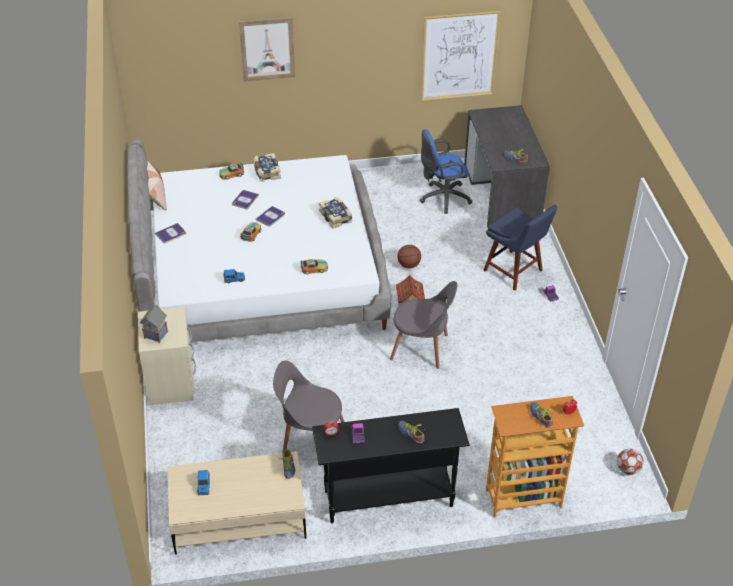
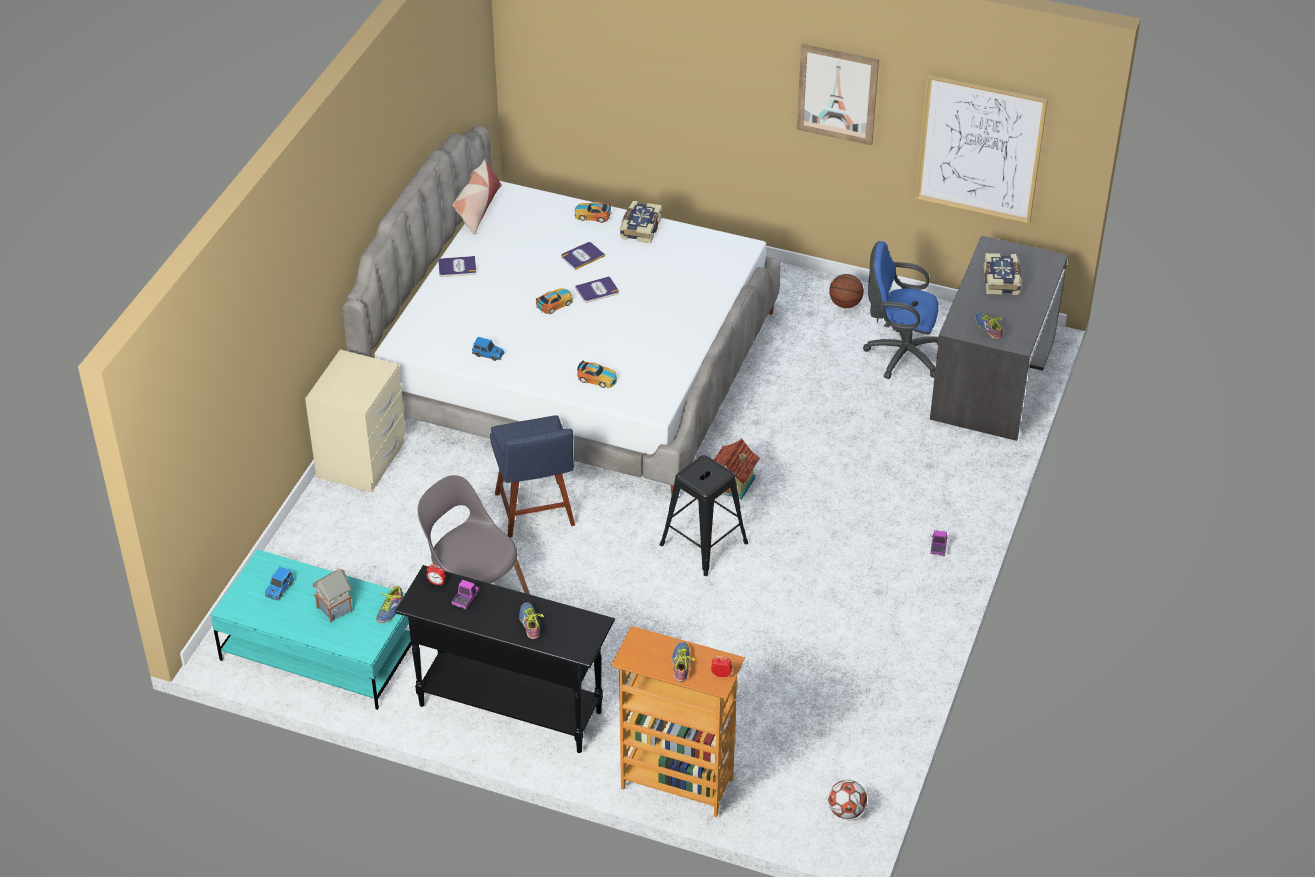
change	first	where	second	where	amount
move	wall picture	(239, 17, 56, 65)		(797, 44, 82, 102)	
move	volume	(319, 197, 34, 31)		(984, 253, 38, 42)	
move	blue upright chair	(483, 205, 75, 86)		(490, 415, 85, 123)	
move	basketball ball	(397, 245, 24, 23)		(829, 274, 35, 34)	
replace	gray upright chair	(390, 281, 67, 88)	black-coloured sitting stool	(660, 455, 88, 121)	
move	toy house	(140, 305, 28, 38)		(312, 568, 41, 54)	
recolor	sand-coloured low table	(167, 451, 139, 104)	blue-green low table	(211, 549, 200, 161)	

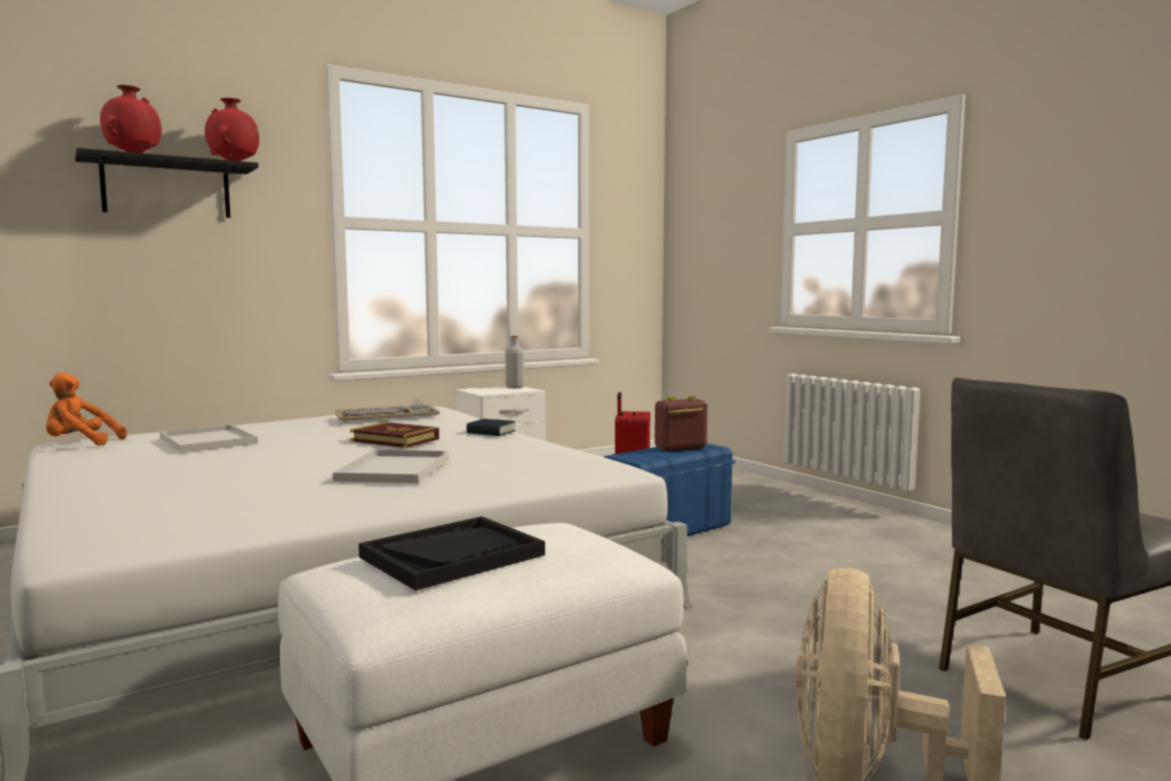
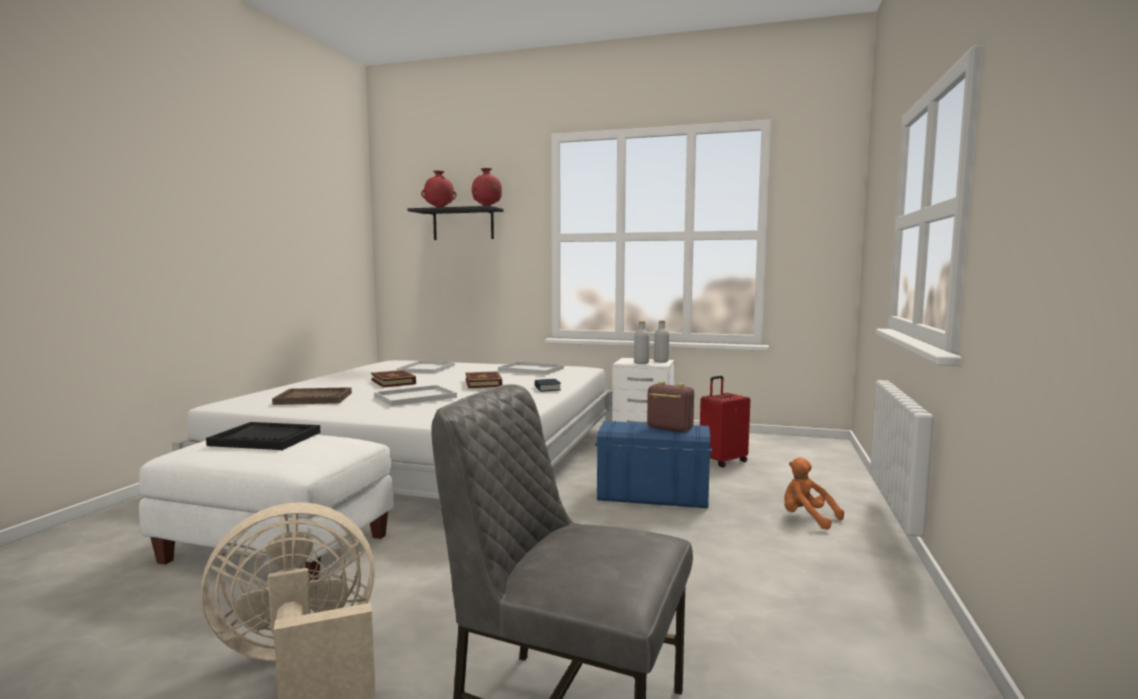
change	first	where	second	where	amount
move	orange-coloured cuddly toy	(46, 373, 81, 72)		(784, 457, 60, 73)	
replace	PC keyboard	(335, 404, 105, 17)	white-coloured serving tray	(498, 361, 66, 14)	
insert			gray drink bottle	(634, 321, 16, 43)	
insert			volume	(371, 370, 45, 17)	
insert			brown-coloured serving tray	(272, 387, 80, 18)	

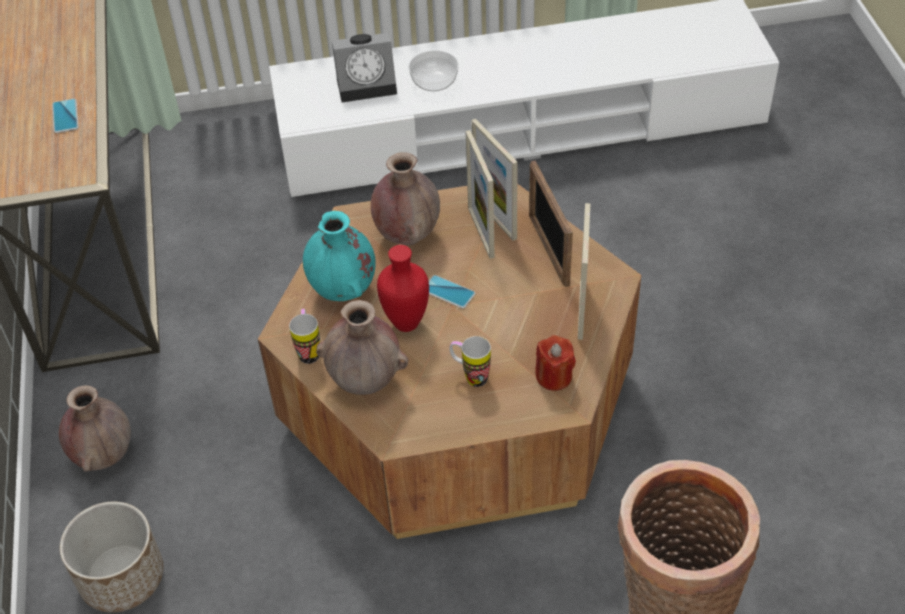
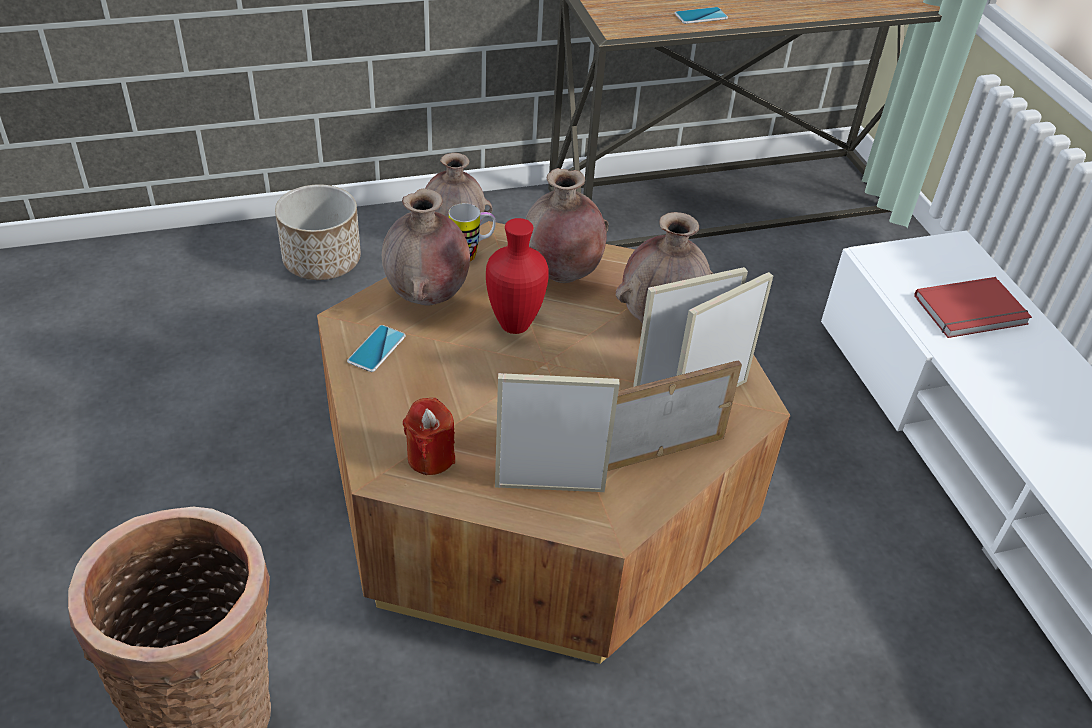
change	first	where	second	where	amount
replace	table clock	(332, 33, 65, 69)	red volume	(914, 277, 118, 61)	
delete	serving bowl	(409, 50, 50, 41)			
recolor	blue-green flower vase	(303, 211, 73, 90)	brown-coloured flower vase	(526, 168, 83, 115)	
move	phone	(429, 275, 47, 34)		(347, 325, 59, 47)	
delete	tea mug	(449, 336, 42, 51)			

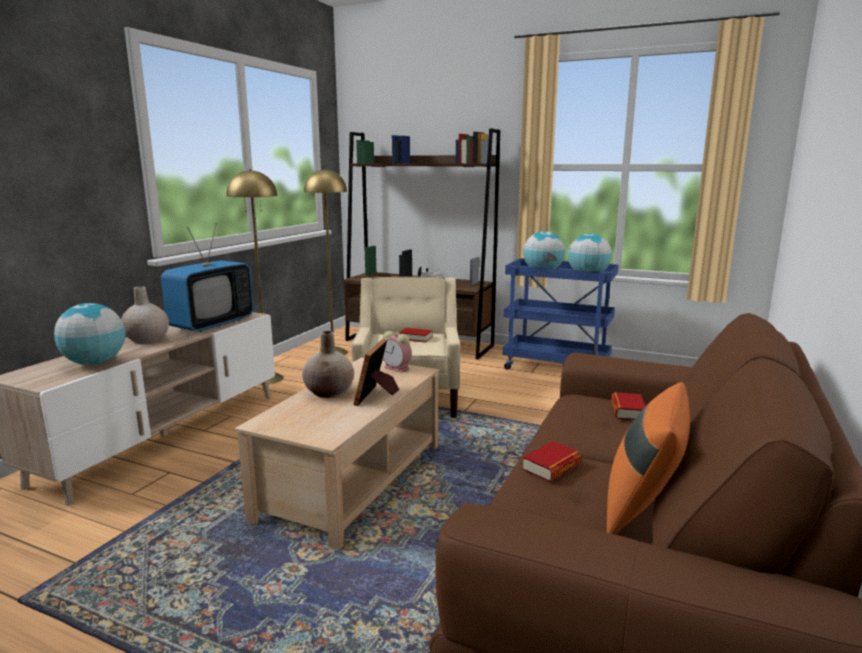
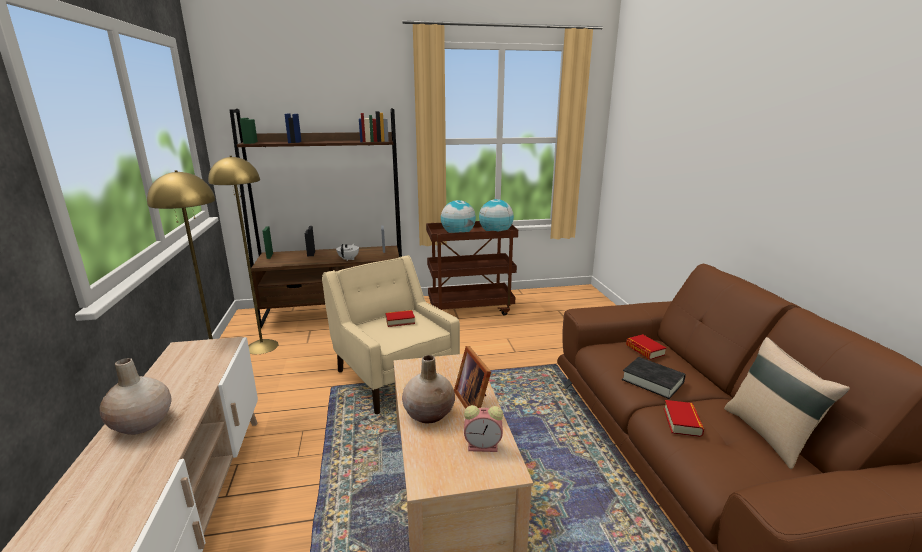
change	first	where	second	where	amount
delete	TV set	(161, 225, 93, 107)			
recolor	blue wheeled cart	(503, 258, 116, 112)	brown-coloured wheeled cart	(426, 221, 92, 95)	
delete	globe	(54, 303, 71, 62)			
move	table clock	(383, 331, 29, 42)		(464, 405, 39, 47)	
recolor	orange-coloured cushion	(607, 382, 83, 152)	sand-coloured cushion	(724, 337, 126, 132)	
insert			black-coloured volume	(622, 357, 64, 42)	

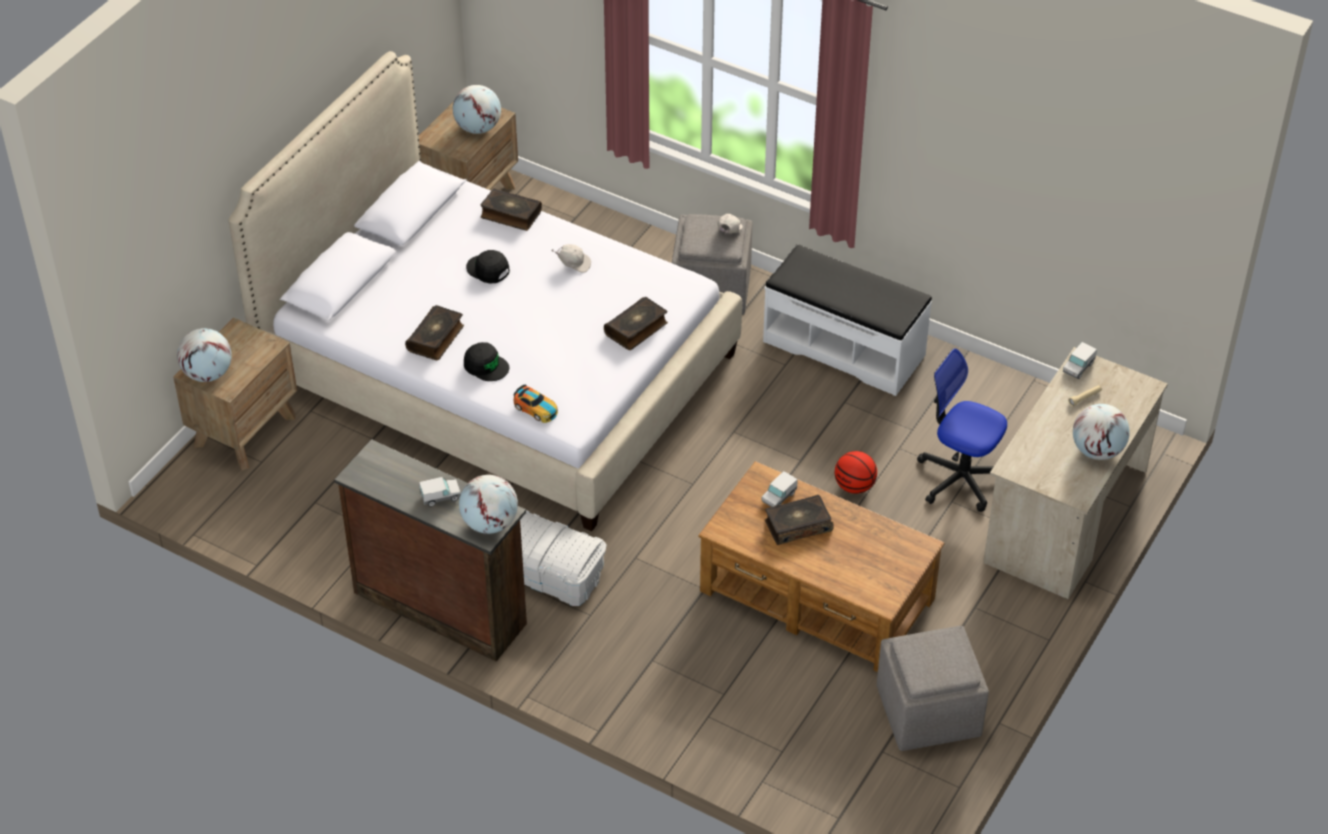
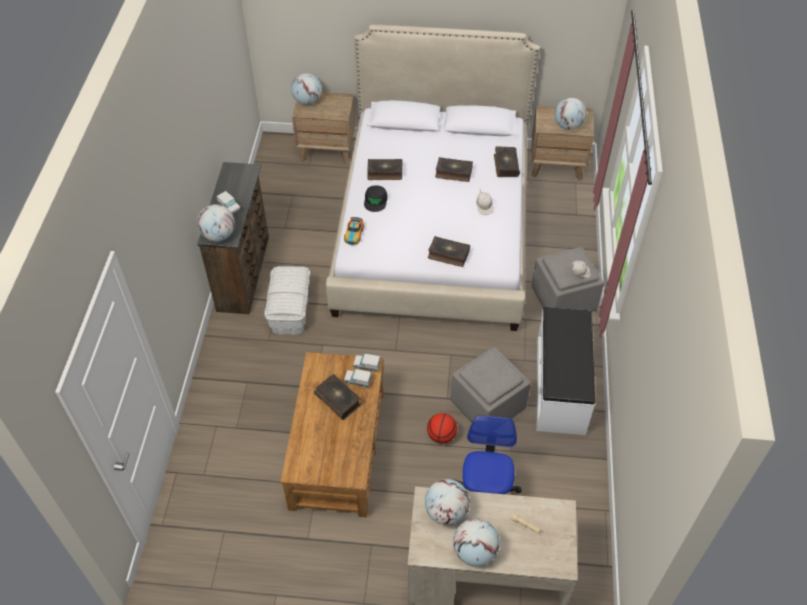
change	first	where	second	where	amount
replace	black-coloured cap	(466, 250, 44, 33)	volume	(435, 157, 38, 25)	
move	toy truck	(1063, 342, 34, 37)		(353, 354, 27, 19)	
move	gray footrest	(877, 626, 112, 125)		(450, 347, 81, 76)	
insert			globe	(425, 479, 45, 46)	

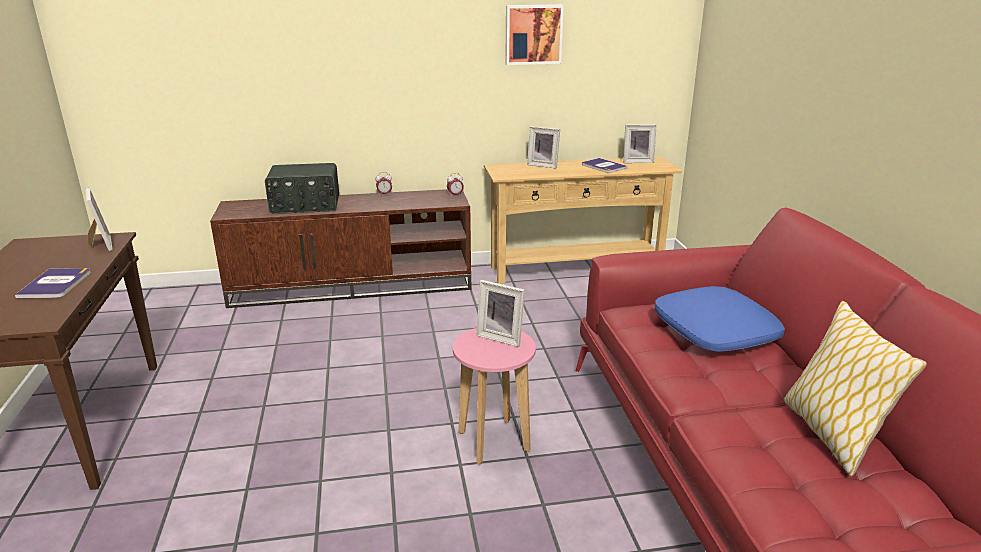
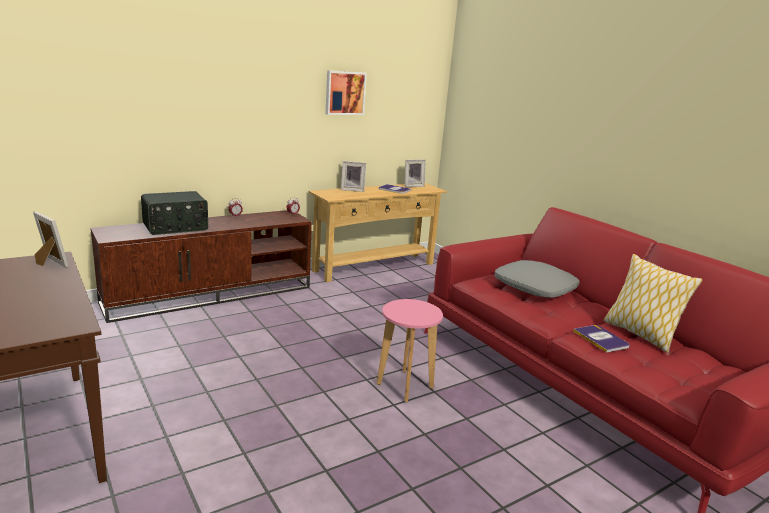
change	first	where	second	where	amount
move	volume	(15, 268, 76, 30)		(573, 325, 57, 28)	
delete	picture frame	(476, 280, 49, 67)			
recolor	blue cushion	(655, 286, 130, 66)	gray cushion	(495, 260, 85, 38)	

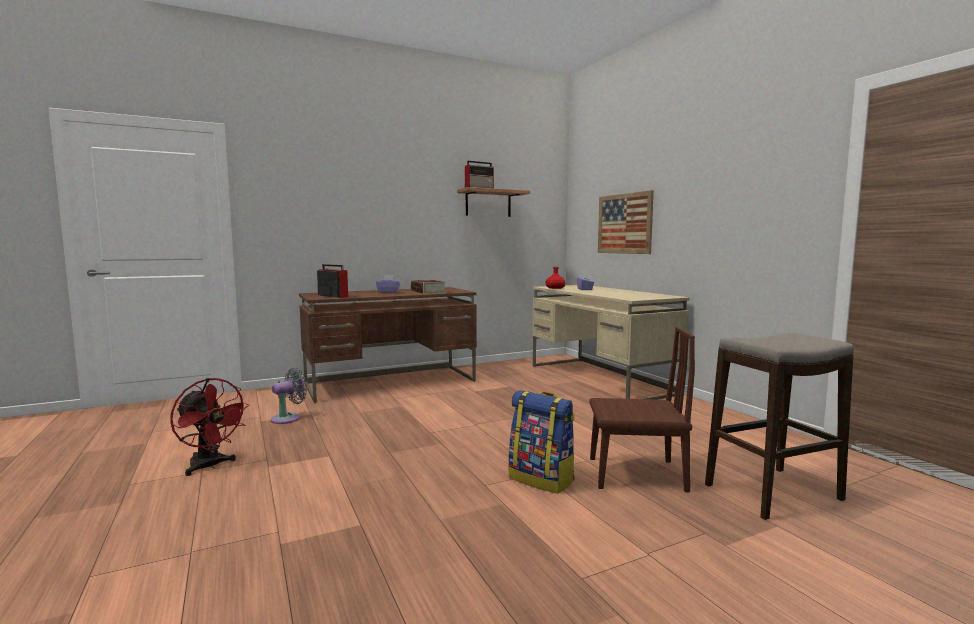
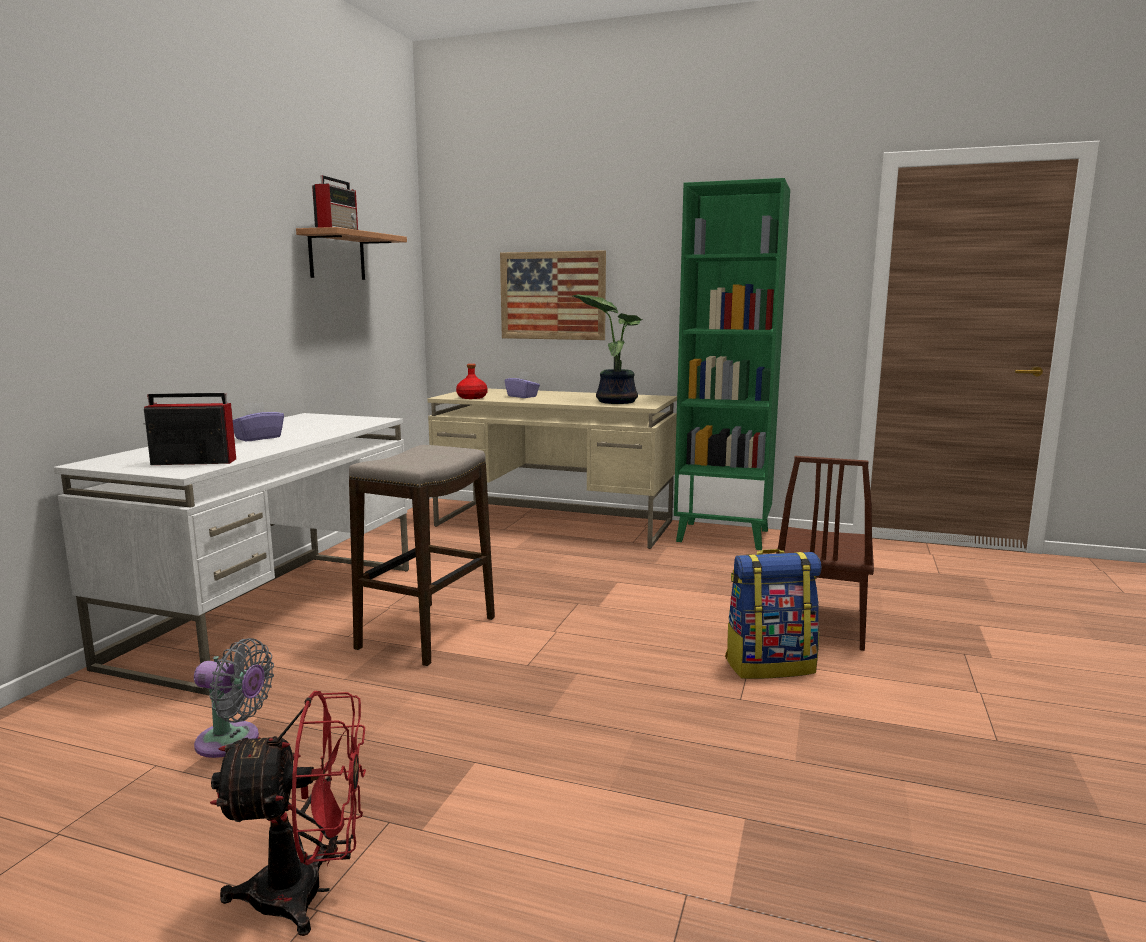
change	first	where	second	where	amount
delete	volume	(411, 280, 35, 14)			
recolor	brown-coloured desk	(299, 287, 178, 116)	white-coloured desk	(53, 413, 356, 282)	
rotate	brown-coloured upright chair	(590, 327, 105, 165)		(776, 456, 98, 195)	150 degrees clockwise
move	sitting stool	(705, 333, 149, 187)		(349, 445, 146, 221)	
rotate	gray cooling fan	(271, 368, 36, 56)		(194, 638, 80, 120)	105 degrees clockwise
insert			green bookcase	(674, 178, 116, 372)	
insert			houseplant	(573, 294, 69, 110)	

